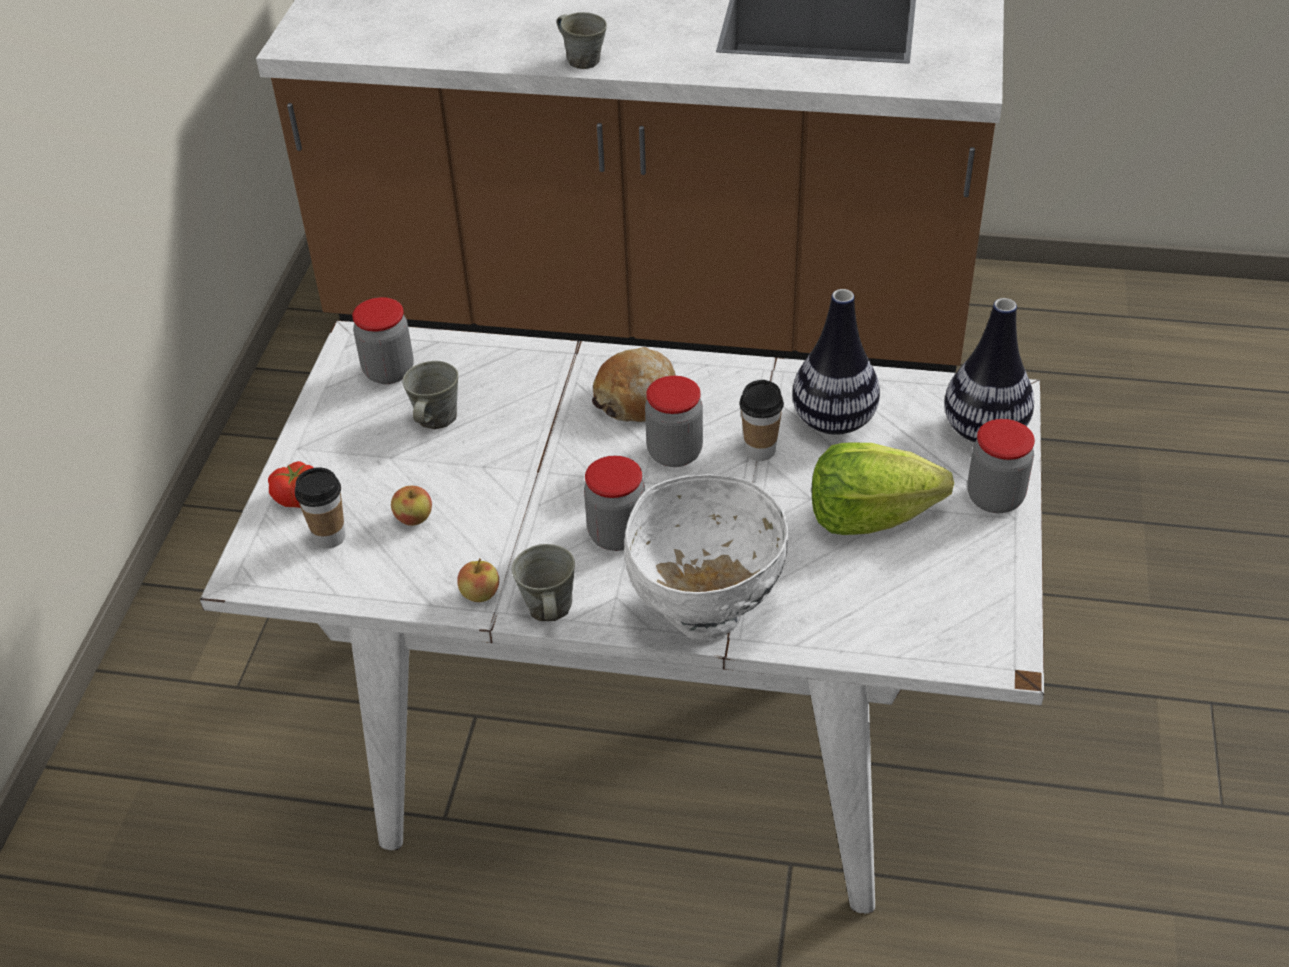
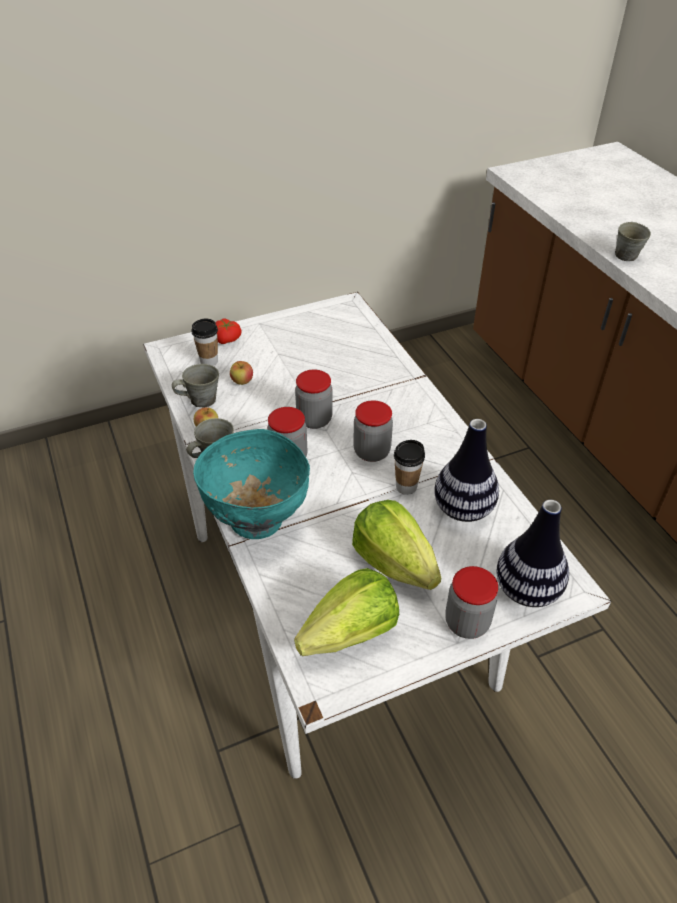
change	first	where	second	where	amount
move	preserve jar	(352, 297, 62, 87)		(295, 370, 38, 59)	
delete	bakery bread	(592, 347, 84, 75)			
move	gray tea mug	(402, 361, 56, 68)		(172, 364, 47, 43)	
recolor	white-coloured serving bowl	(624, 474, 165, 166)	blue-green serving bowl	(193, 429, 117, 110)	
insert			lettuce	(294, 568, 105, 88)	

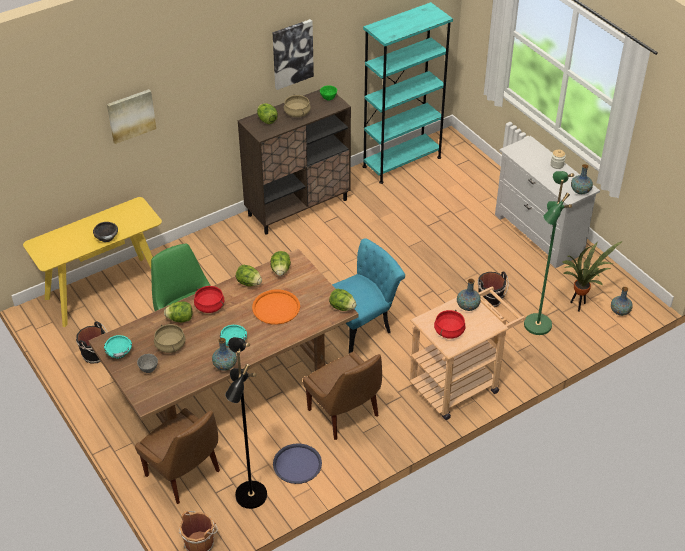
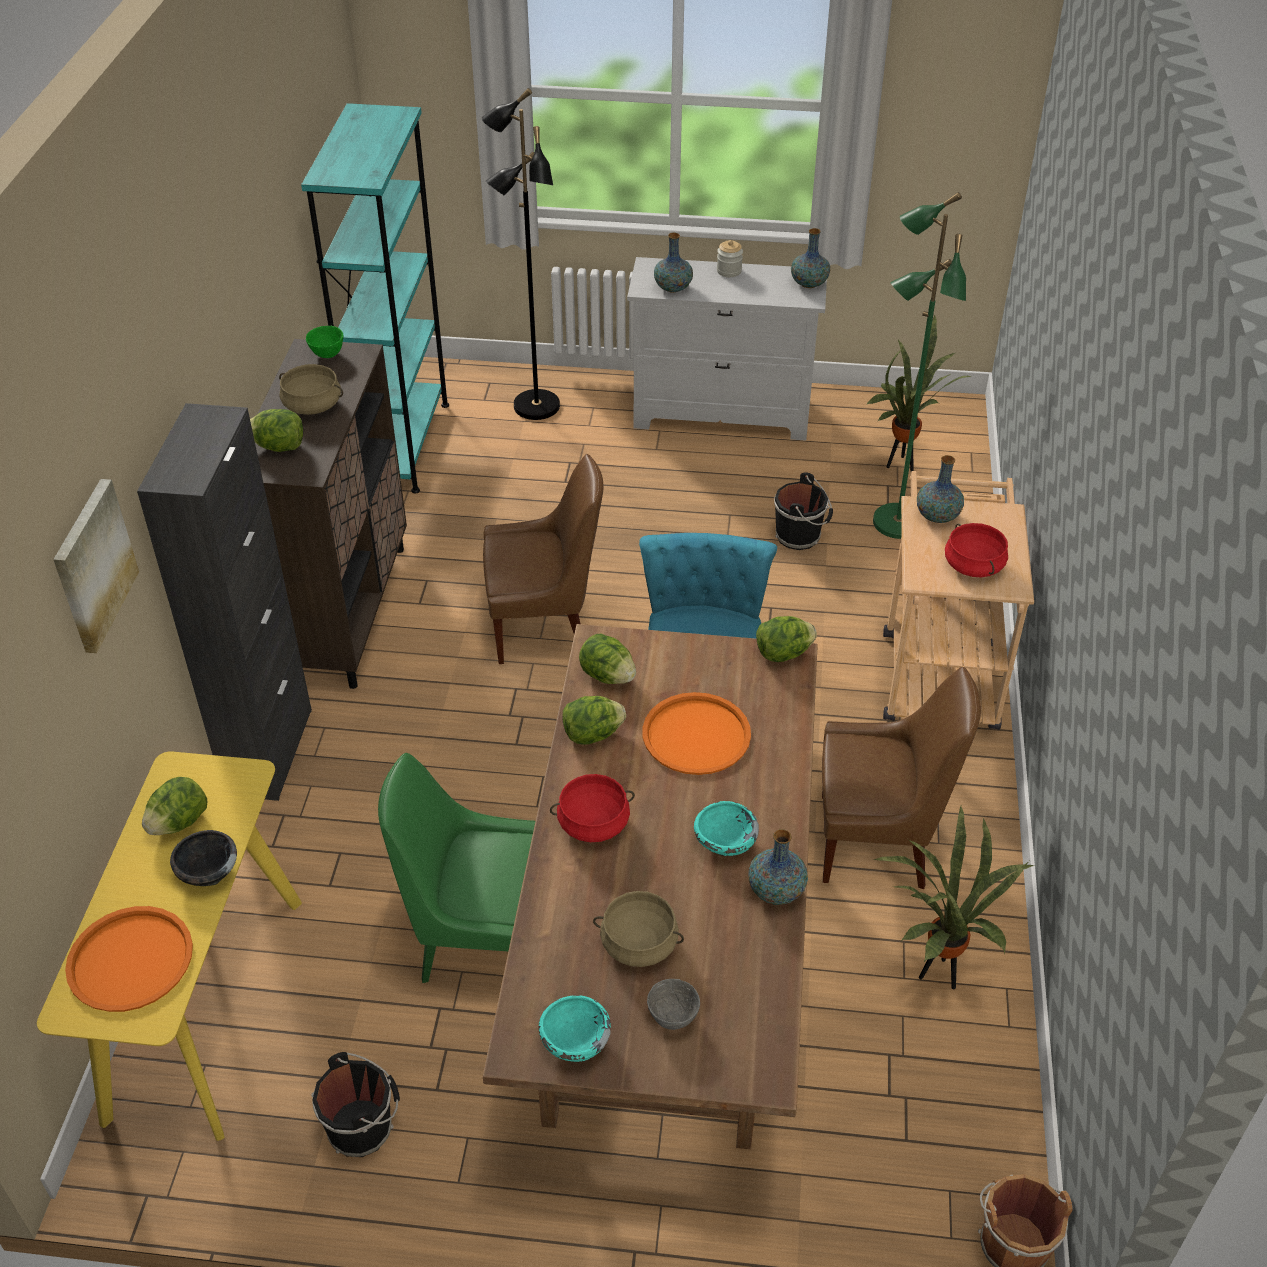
change	first	where	second	where	amount
delete	wall picture	(273, 19, 41, 71)			
move	flower vase	(611, 287, 22, 29)		(654, 232, 39, 61)	
move	lettuce	(164, 301, 28, 22)		(142, 777, 65, 58)	
move	black-coloured standing lamp	(225, 337, 42, 172)		(481, 88, 79, 332)	
move	brown-coloured upright chair	(135, 408, 85, 96)		(483, 454, 121, 210)	
replace	blue serving tray	(273, 443, 49, 41)	houseplant	(874, 804, 161, 186)	
insert			black-coloured cupboard	(137, 403, 175, 398)	
insert			orange-coloured serving tray	(65, 906, 128, 106)	

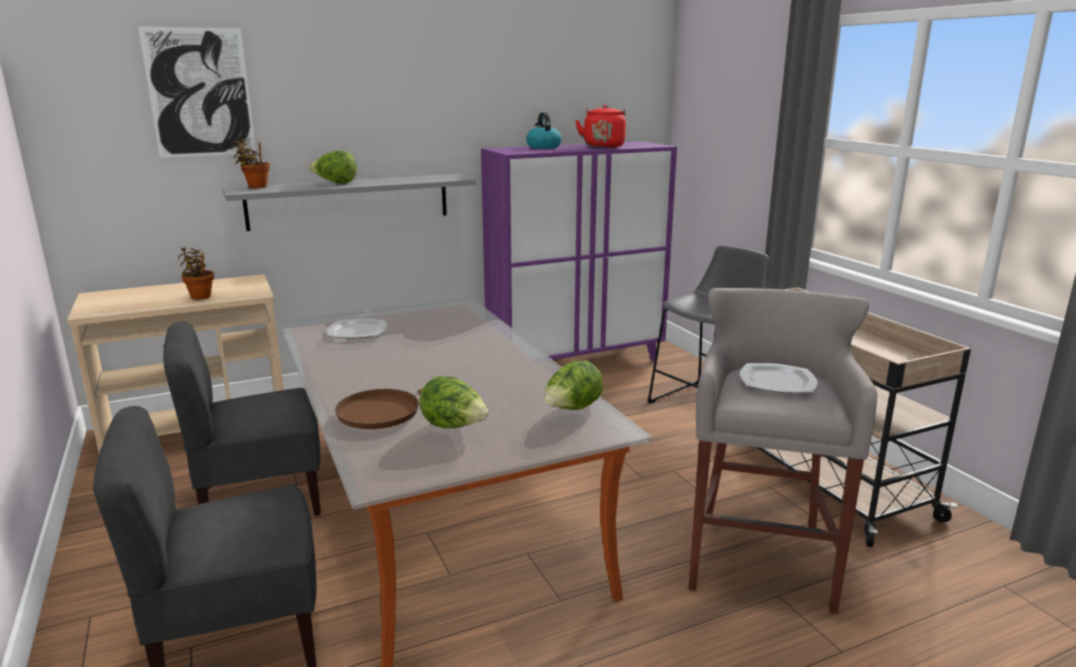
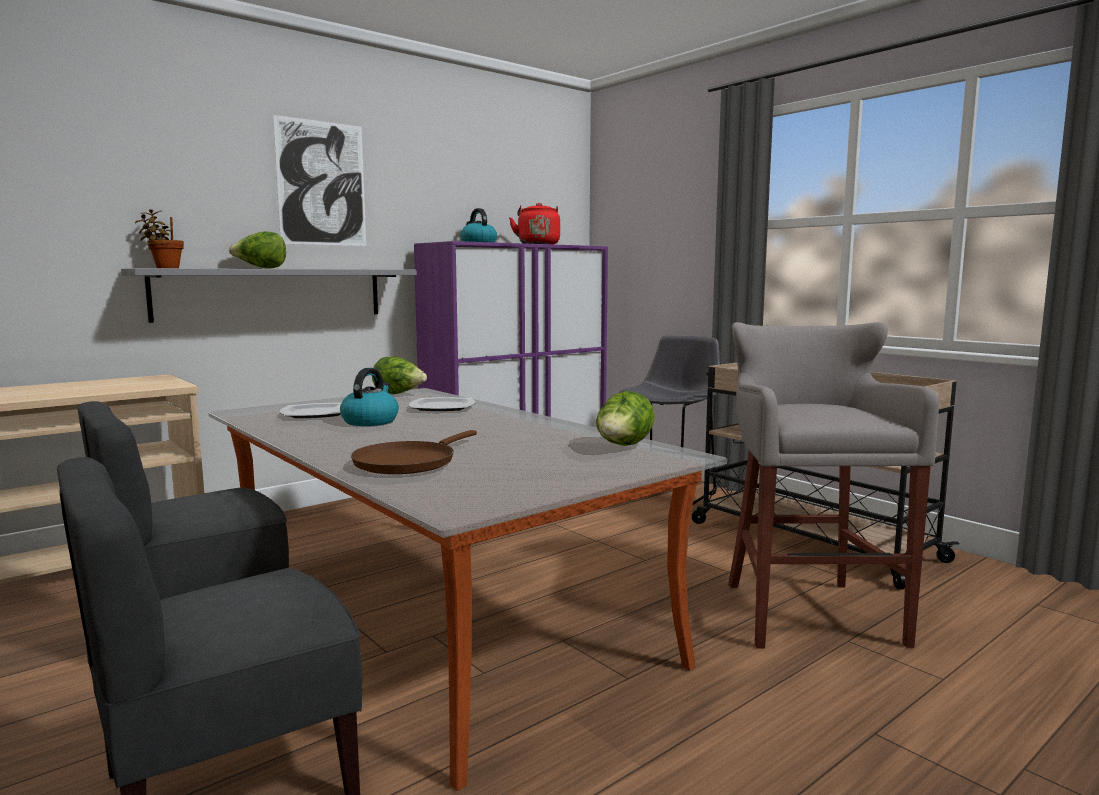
change	first	where	second	where	amount
move	wall picture	(138, 26, 118, 131)		(273, 115, 93, 131)	
delete	houseplant	(178, 246, 36, 54)			
move	flat dish	(740, 363, 78, 30)		(409, 397, 67, 14)	
move	lettuce	(419, 376, 70, 52)		(372, 356, 55, 38)	
insert			tea kettle	(340, 368, 59, 58)	

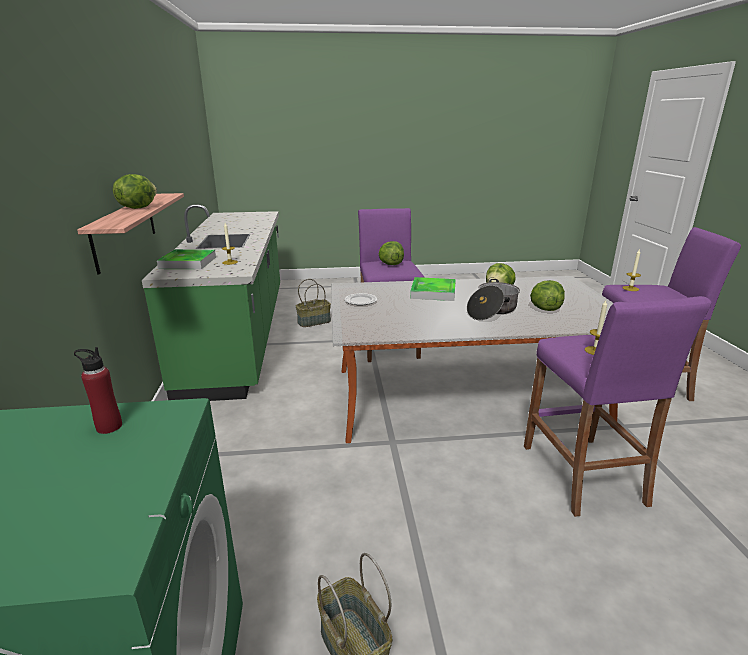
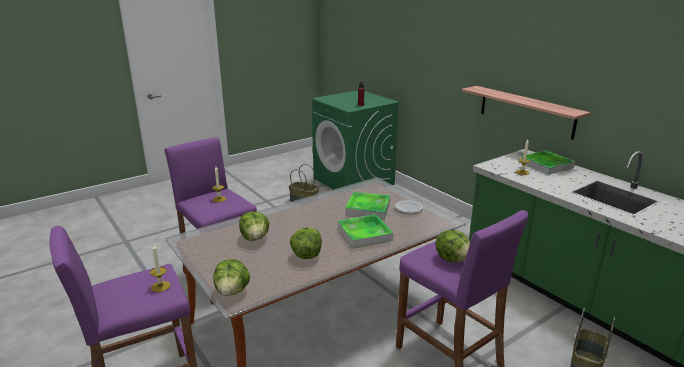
change	first	where	second	where	amount
move	lettuce	(113, 174, 44, 35)		(213, 259, 37, 37)	
delete	stockpot	(467, 279, 53, 41)			
insert			serving tray	(345, 192, 45, 27)	

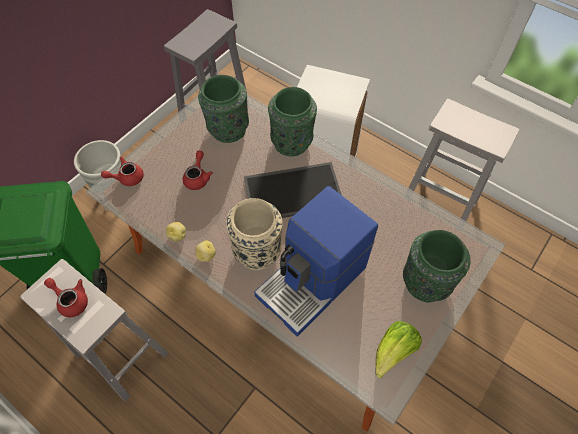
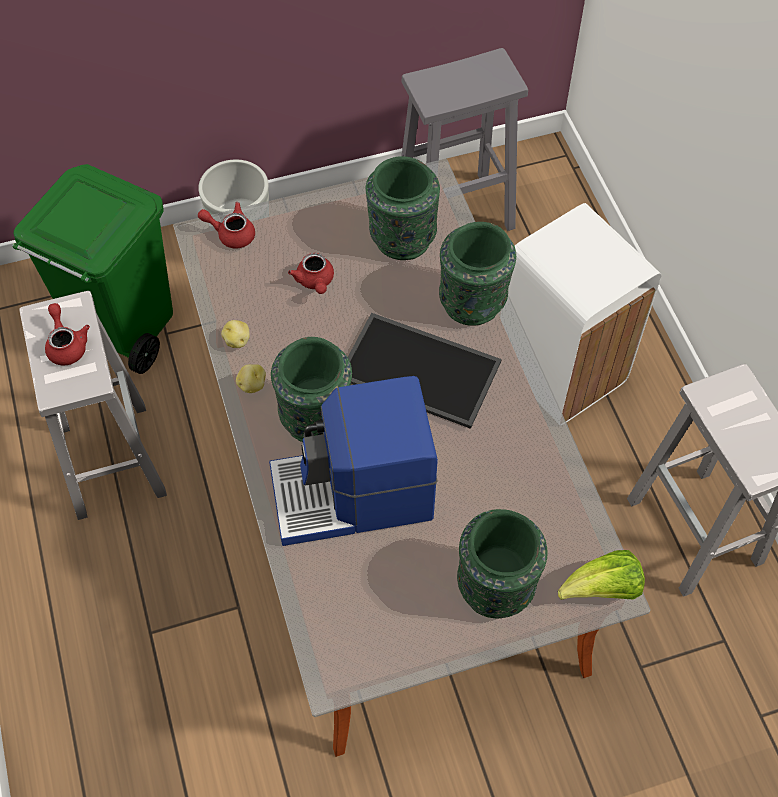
change	first	where	second	where	amount
rotate	red teapot	(183, 151, 30, 39)		(288, 253, 46, 41)	120 degrees clockwise
recolor	sand-coloured flower vase	(226, 198, 57, 72)	green flower vase	(271, 337, 81, 105)	
move	lettuce	(375, 321, 47, 57)		(558, 550, 87, 50)	

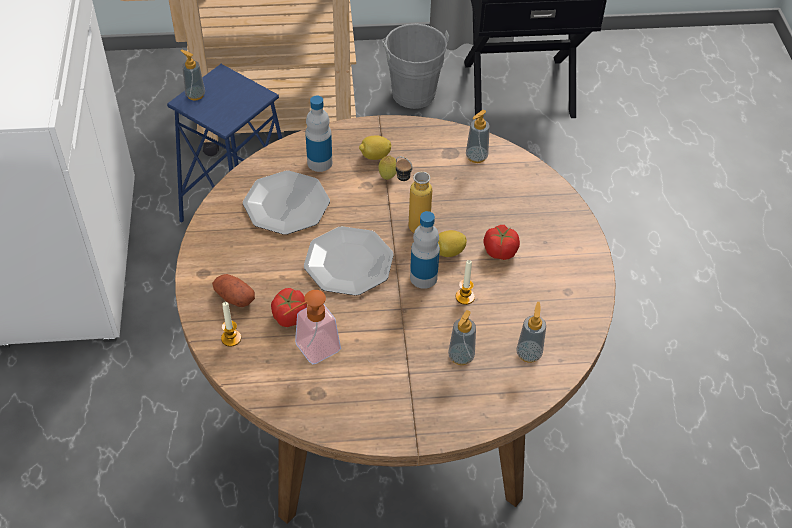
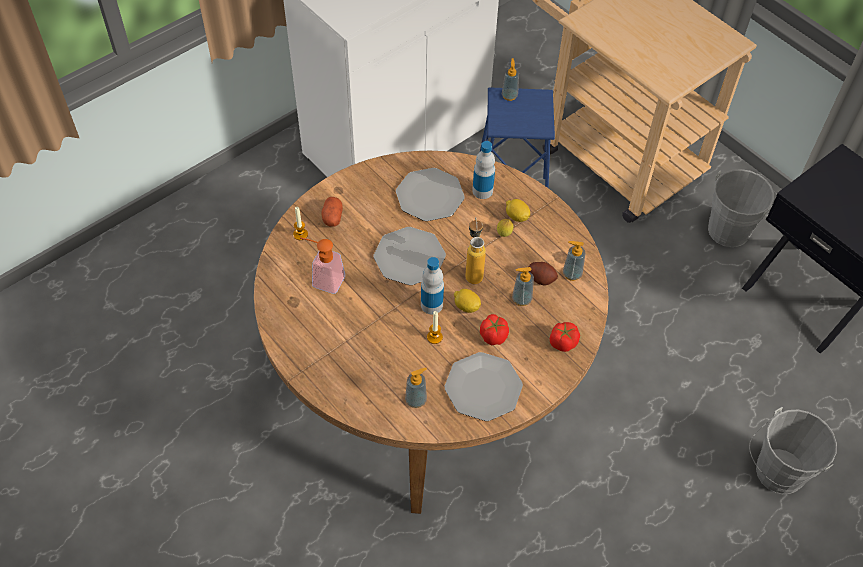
change	first	where	second	where	amount
move	whole tomato	(271, 288, 36, 39)		(550, 322, 30, 30)	
move	soap bottle	(448, 310, 28, 55)		(512, 267, 22, 39)	
insert			spud	(529, 262, 29, 23)	
insert			flat dish	(445, 352, 78, 69)	
insert			gray bucket	(749, 407, 88, 87)	

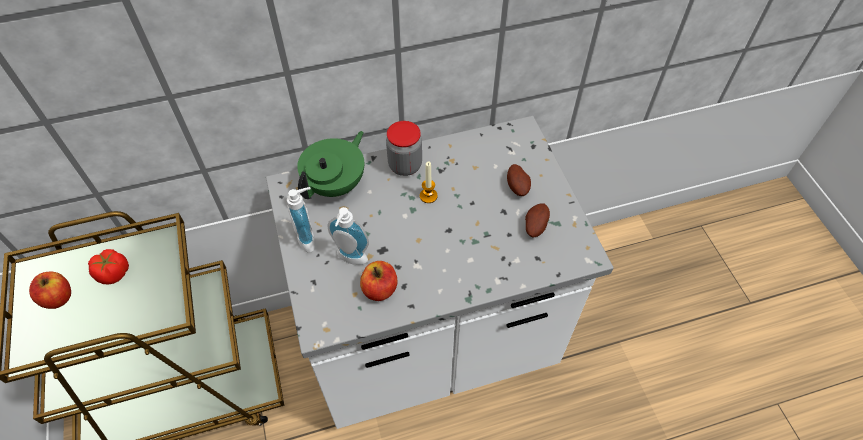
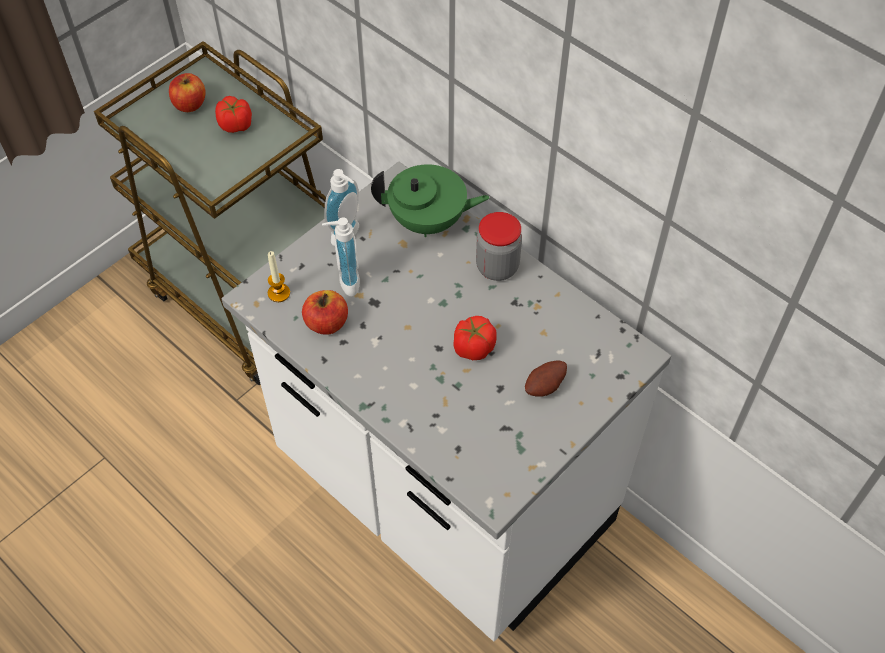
change	first	where	second	where	amount
move	wax candle	(420, 161, 18, 42)		(268, 251, 22, 51)	
delete	spud	(525, 203, 25, 34)			
insert			whole tomato	(454, 316, 42, 44)	

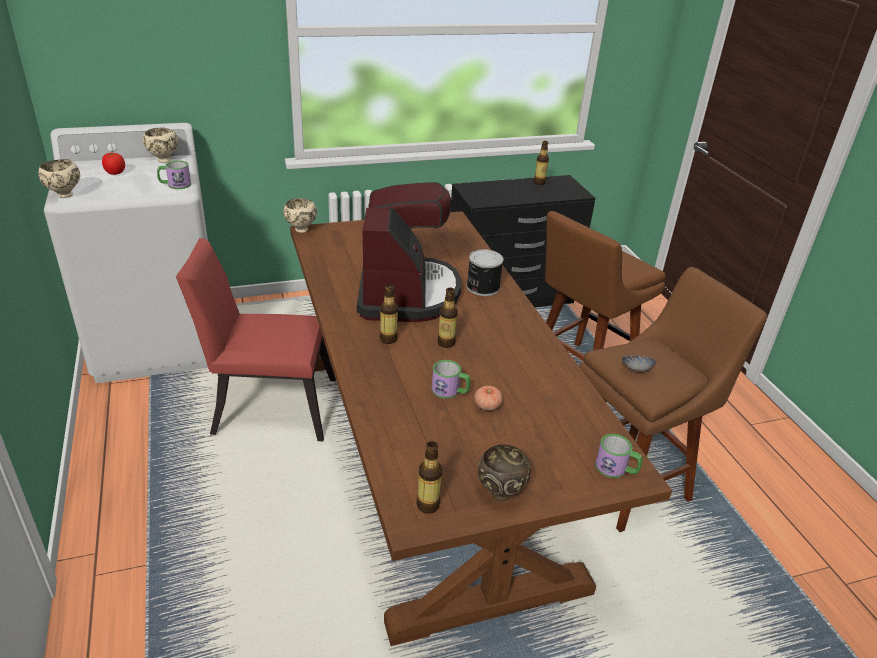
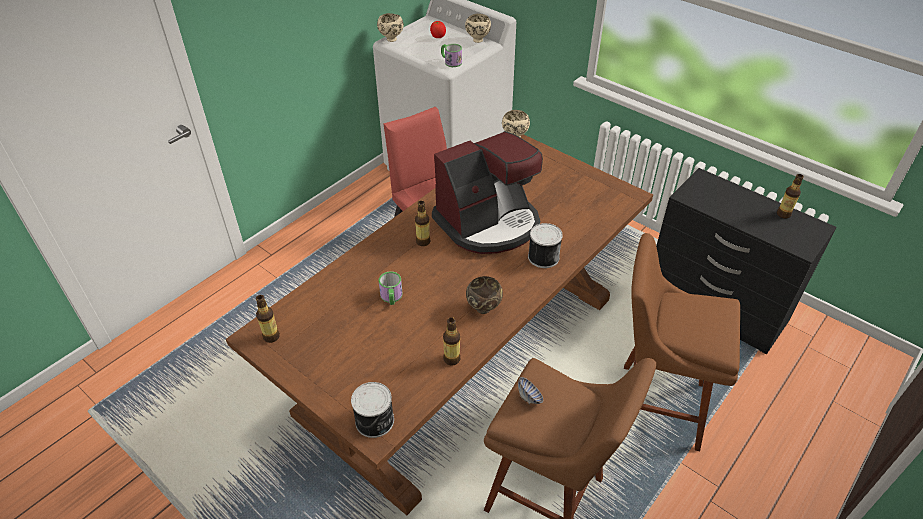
change	first	where	second	where	amount
move	drink bottle	(438, 288, 20, 60)		(443, 317, 18, 48)	
delete	whole tomato	(474, 386, 29, 25)			
replace	tea mug	(595, 434, 47, 44)	can	(351, 382, 43, 56)	
move	brown-coloured serving bowl	(478, 444, 53, 57)		(466, 276, 37, 38)	

